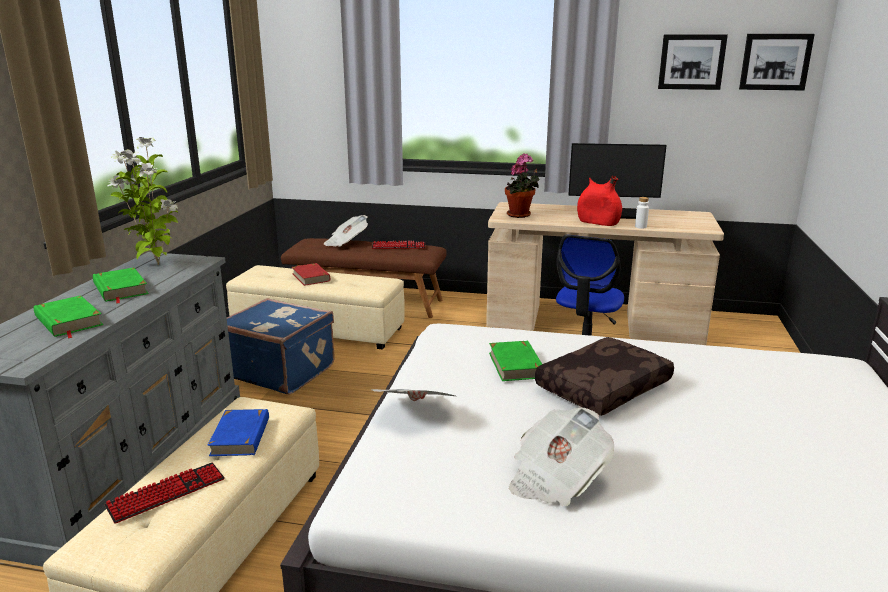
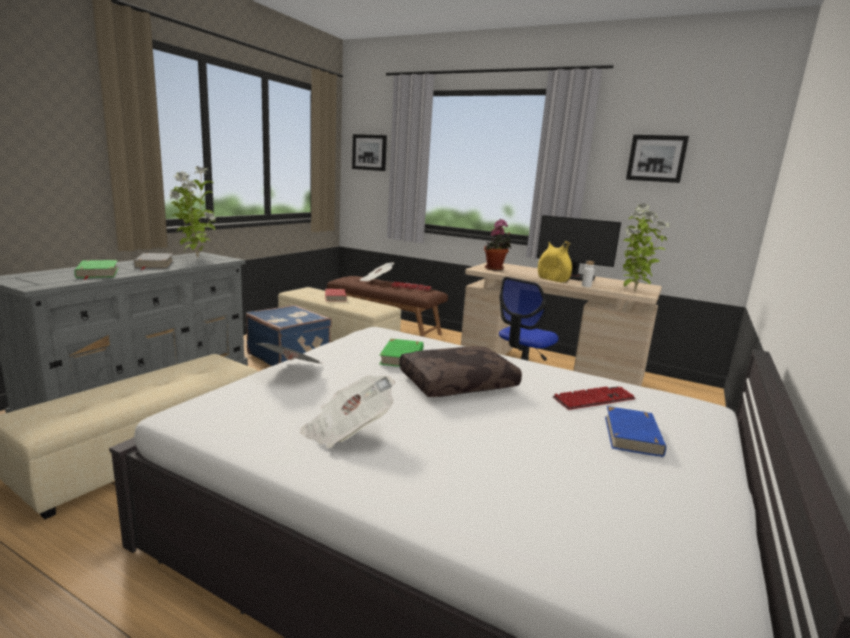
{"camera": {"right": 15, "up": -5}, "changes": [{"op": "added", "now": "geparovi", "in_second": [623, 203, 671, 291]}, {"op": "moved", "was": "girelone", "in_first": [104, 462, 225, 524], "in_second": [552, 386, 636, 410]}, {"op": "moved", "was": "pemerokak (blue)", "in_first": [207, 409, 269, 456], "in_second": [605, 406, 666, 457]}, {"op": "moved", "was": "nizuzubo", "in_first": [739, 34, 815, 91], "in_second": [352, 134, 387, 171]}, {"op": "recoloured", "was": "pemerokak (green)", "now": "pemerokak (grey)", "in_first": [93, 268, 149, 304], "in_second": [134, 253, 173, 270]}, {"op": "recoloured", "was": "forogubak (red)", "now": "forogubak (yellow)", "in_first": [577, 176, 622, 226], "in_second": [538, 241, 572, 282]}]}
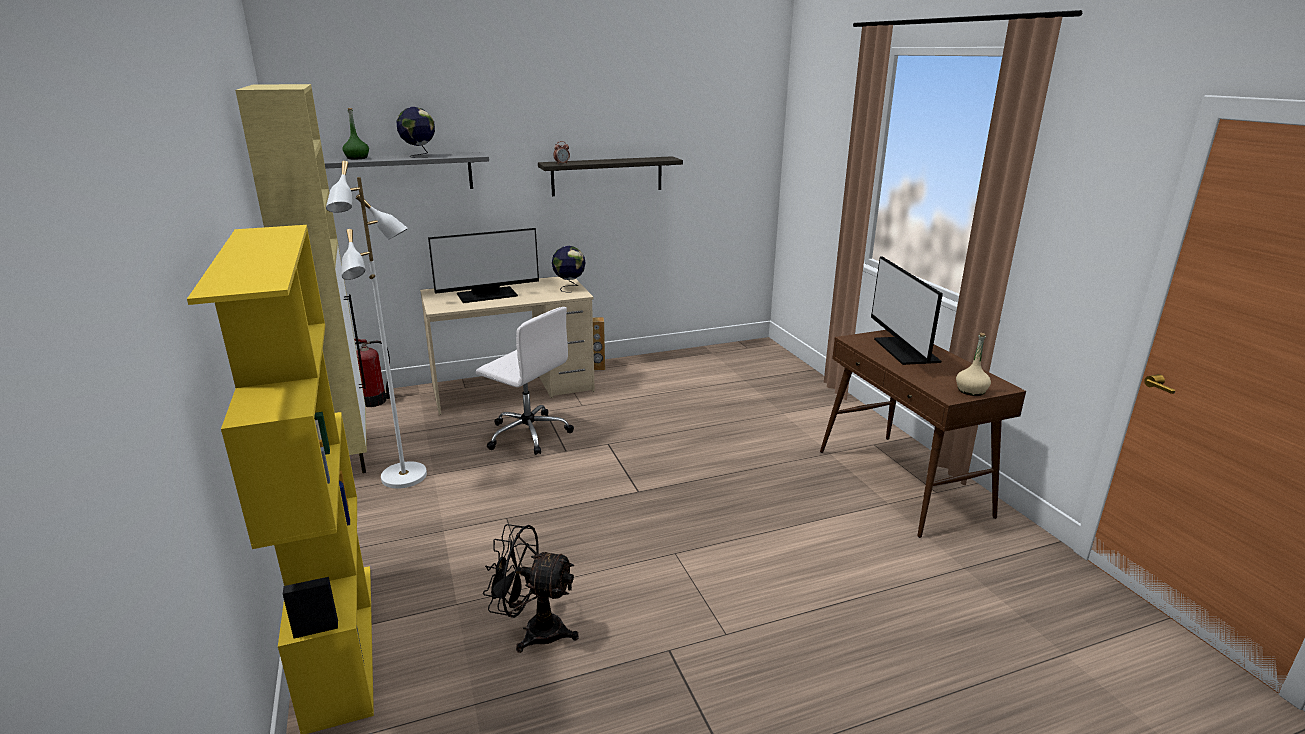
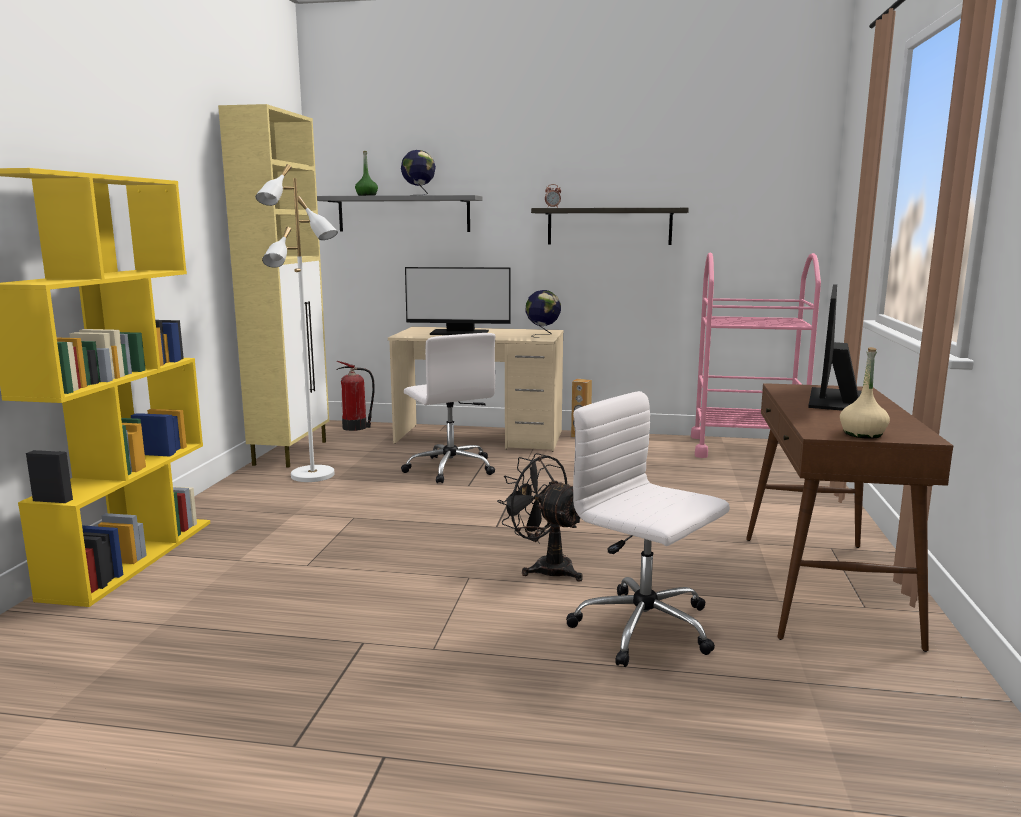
{"camera": {"right": 30, "up": -10}, "changes": [{"op": "added", "now": "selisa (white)", "in_second": [566, 391, 730, 667]}, {"op": "added", "now": "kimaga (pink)", "in_second": [691, 253, 821, 458]}, {"op": "moved", "was": "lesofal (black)", "in_first": [483, 524, 579, 653], "in_second": [497, 453, 583, 581]}]}
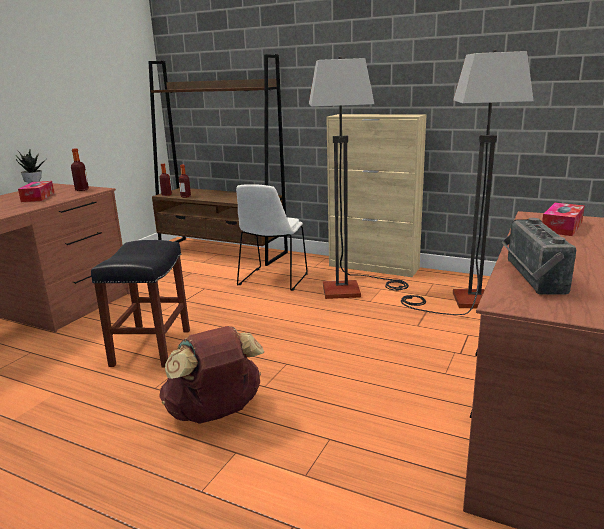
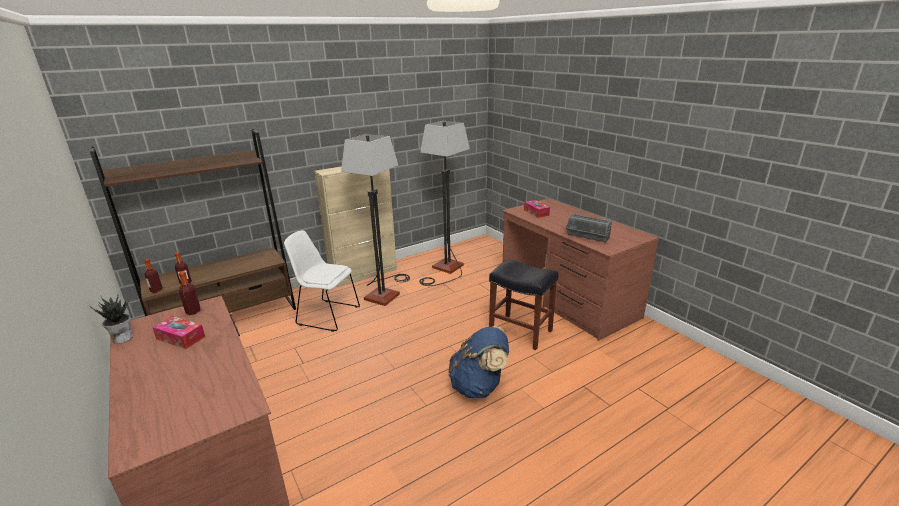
{"camera": {"right": -60, "up": 5}, "changes": [{"op": "moved", "was": "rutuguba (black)", "in_first": [91, 240, 190, 368], "in_second": [489, 259, 558, 350]}, {"op": "recoloured", "was": "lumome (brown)", "now": "lumome (blue)", "in_first": [159, 326, 264, 424], "in_second": [449, 326, 509, 398]}, {"op": "turned", "was": "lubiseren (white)", "in_first": [236, 184, 308, 291], "in_second": [284, 230, 360, 332], "clockwise": 150}]}
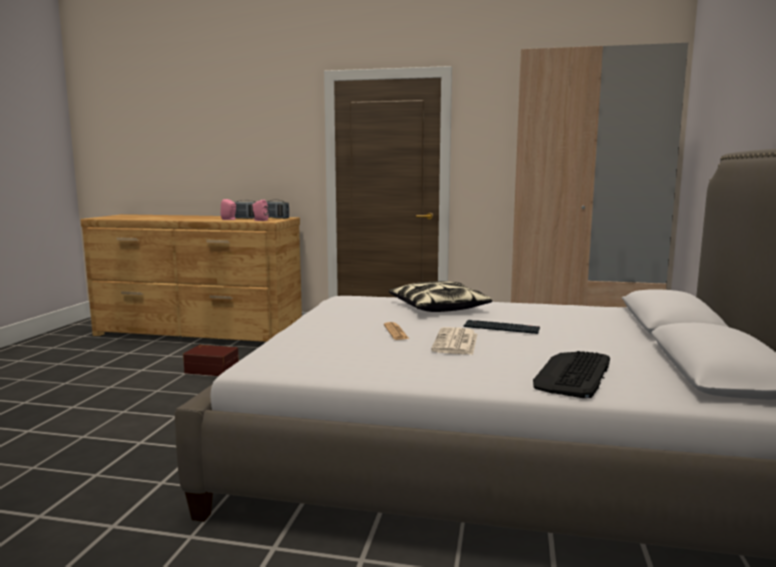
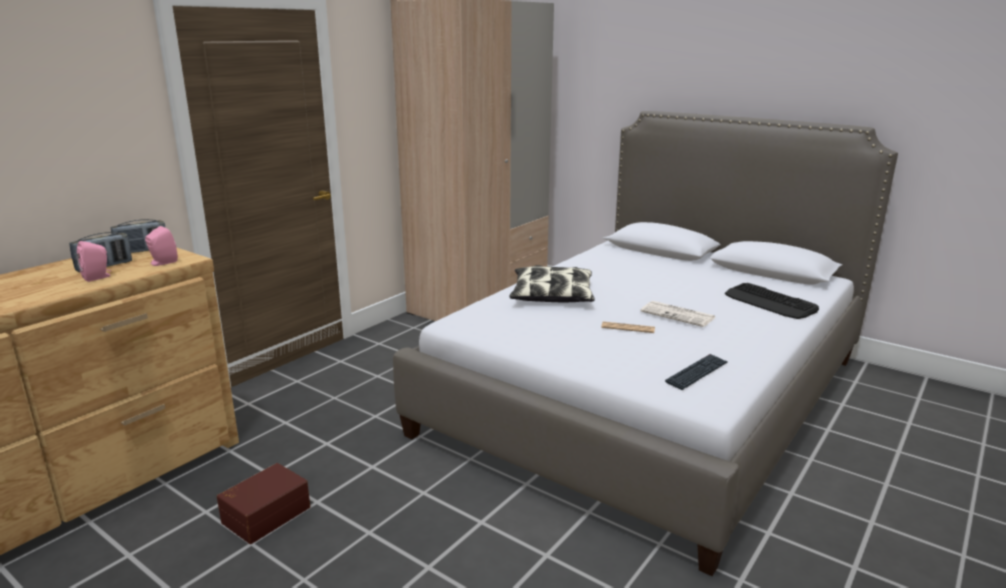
{"camera": {"right": -65, "up": 10}, "changes": [{"op": "moved", "was": "girelone", "in_first": [464, 320, 540, 334], "in_second": [665, 354, 728, 390]}]}
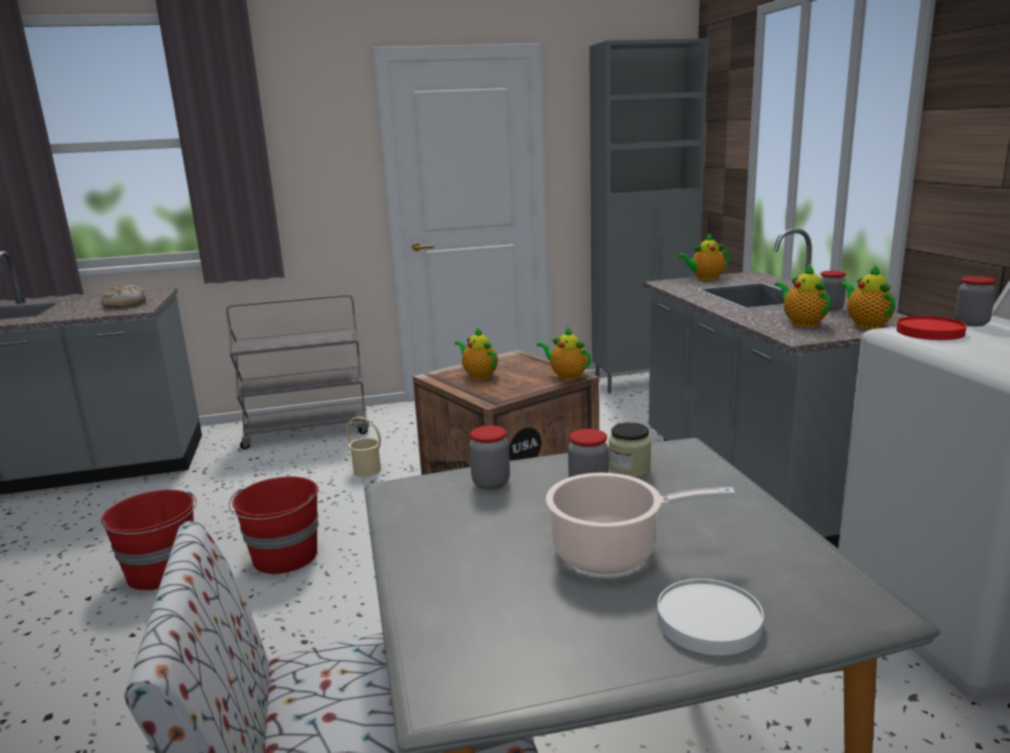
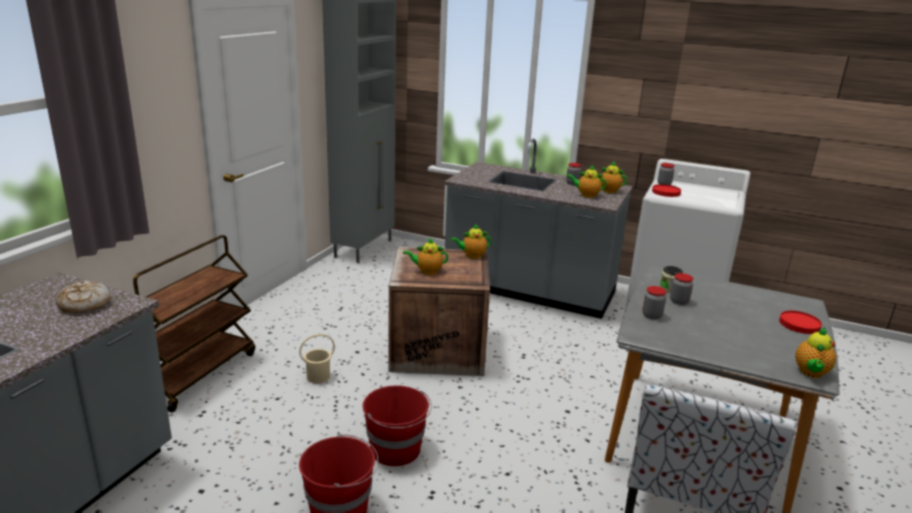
{"camera": {"right": -55, "up": 5}, "changes": [{"op": "removed", "was": "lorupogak", "in_first": [546, 473, 735, 573]}, {"op": "moved", "was": "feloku", "in_first": [677, 233, 730, 281], "in_second": [795, 328, 836, 378]}, {"op": "recoloured", "was": "kimaga (grey)", "now": "kimaga (brown)", "in_first": [226, 294, 369, 449], "in_second": [133, 235, 255, 412]}, {"op": "recoloured", "was": "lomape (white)", "now": "lomape (red)", "in_first": [657, 579, 764, 655], "in_second": [779, 311, 822, 334]}]}
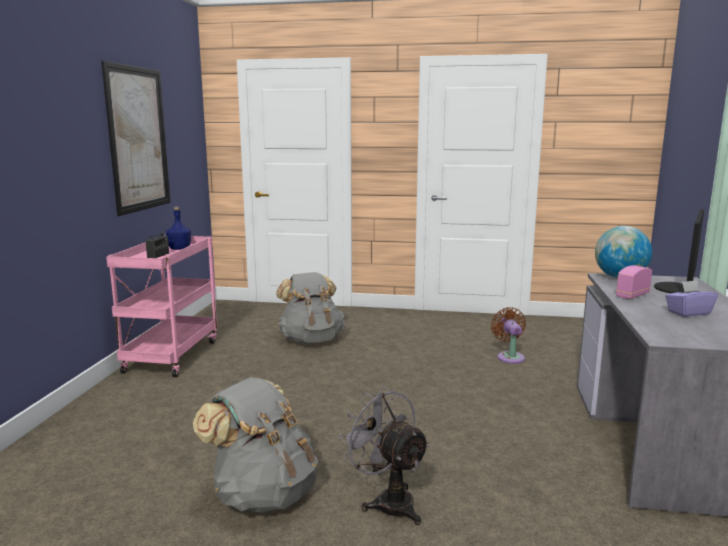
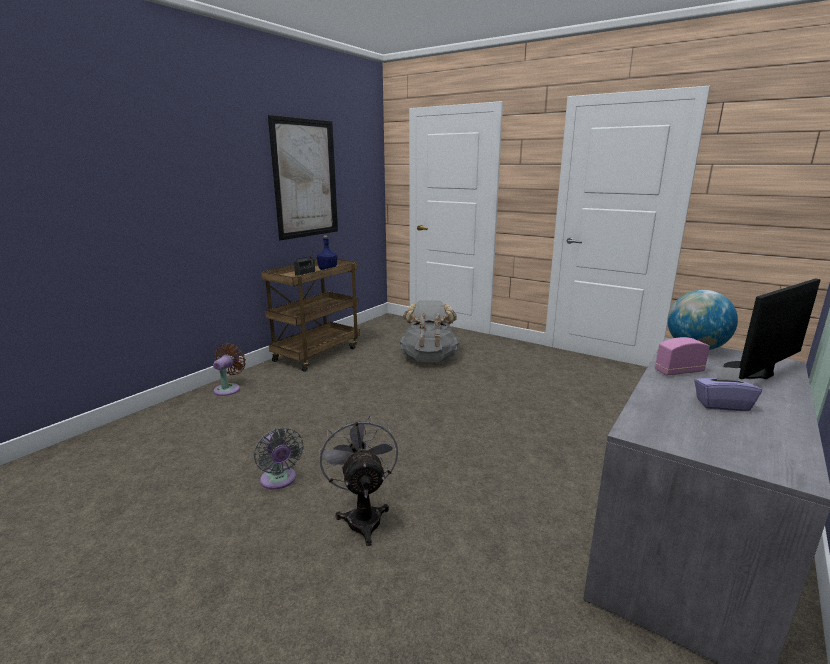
{"camera": {"right": 25, "up": 5}, "changes": [{"op": "moved", "was": "lesofal (brown)", "in_first": [491, 307, 526, 364], "in_second": [213, 343, 246, 396]}, {"op": "replaced", "was": "lumome (grey)", "now": "lesofal (grey)", "in_first": [193, 377, 318, 513], "in_second": [254, 427, 304, 490]}, {"op": "recoloured", "was": "kimaga (pink)", "now": "kimaga (brown)", "in_first": [106, 235, 218, 377], "in_second": [261, 259, 360, 372]}]}
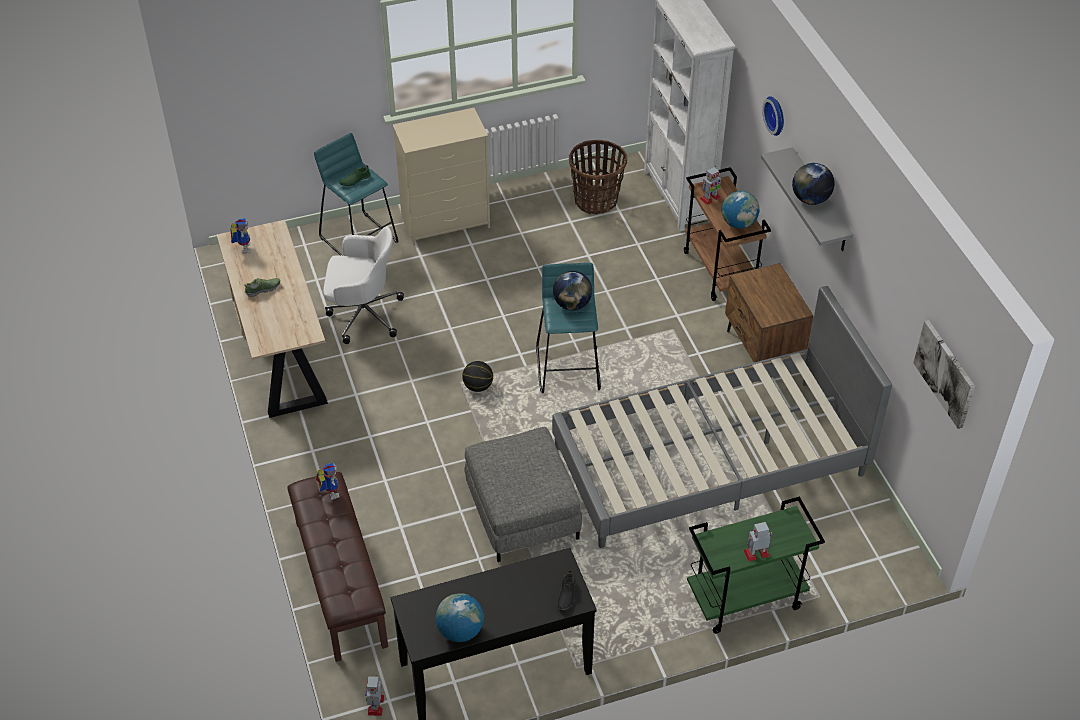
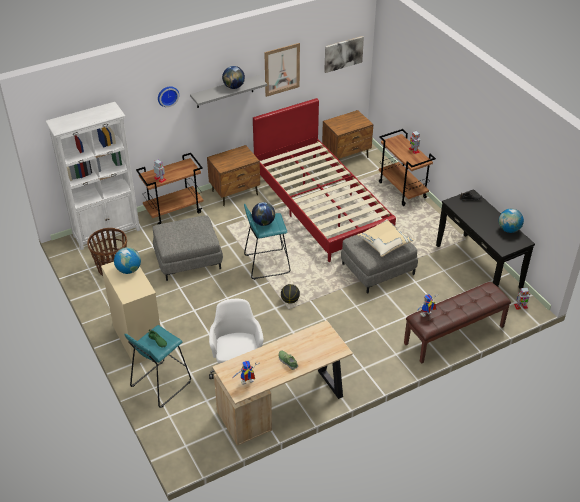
{"camera": {"right": -100, "up": -5}, "changes": [{"op": "added", "now": "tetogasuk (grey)", "in_second": [153, 215, 223, 281]}, {"op": "added", "now": "nizuzubo", "in_second": [264, 43, 300, 97]}, {"op": "added", "now": "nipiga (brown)", "in_second": [322, 110, 373, 160]}, {"op": "added", "now": "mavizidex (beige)", "in_second": [357, 219, 414, 257]}, {"op": "moved", "was": "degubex", "in_first": [721, 191, 759, 229], "in_second": [114, 247, 141, 274]}, {"op": "recoloured", "was": "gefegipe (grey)", "now": "gefegipe (red)", "in_first": [552, 286, 892, 548], "in_second": [253, 98, 396, 262]}, {"op": "recoloured", "was": "kimaga (green)", "now": "kimaga (brown)", "in_first": [687, 497, 825, 634], "in_second": [379, 129, 436, 206]}]}
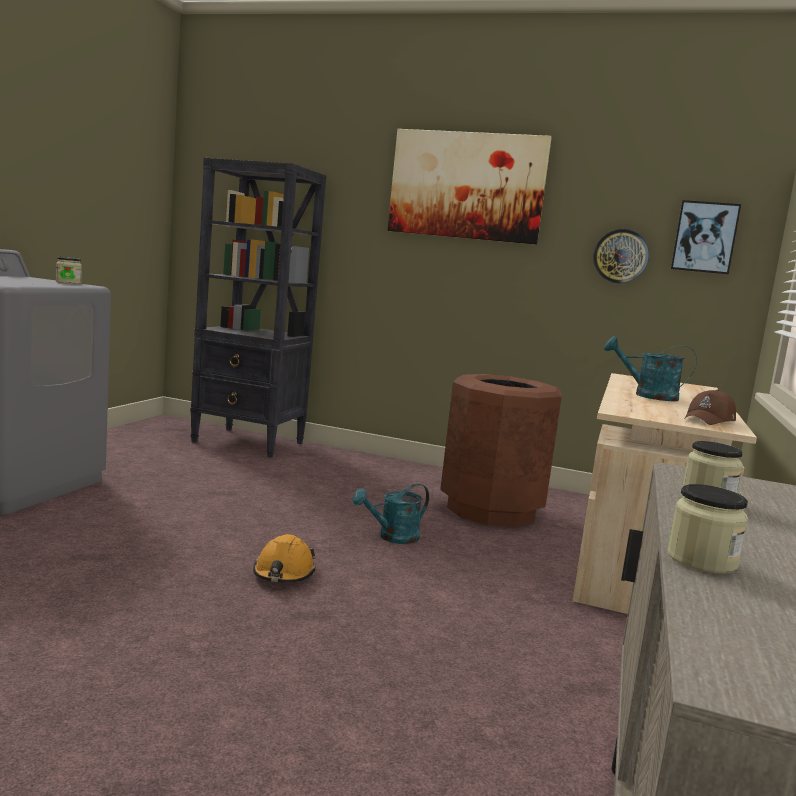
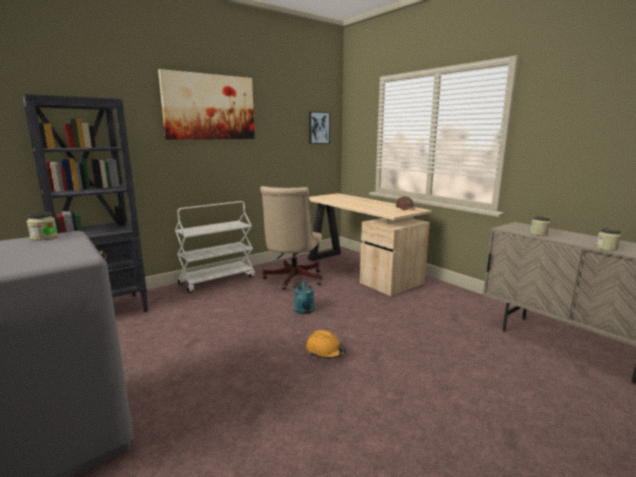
{"camera": {"right": -55, "up": 5}, "changes": [{"op": "removed", "was": "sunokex", "in_first": [593, 229, 649, 284]}, {"op": "removed", "was": "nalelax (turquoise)", "in_first": [604, 336, 697, 401]}, {"op": "added", "now": "kimaga (white)", "in_second": [175, 201, 255, 293]}, {"op": "replaced", "was": "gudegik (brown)", "now": "selisa (beige)", "in_first": [440, 374, 562, 527], "in_second": [260, 186, 322, 290]}]}
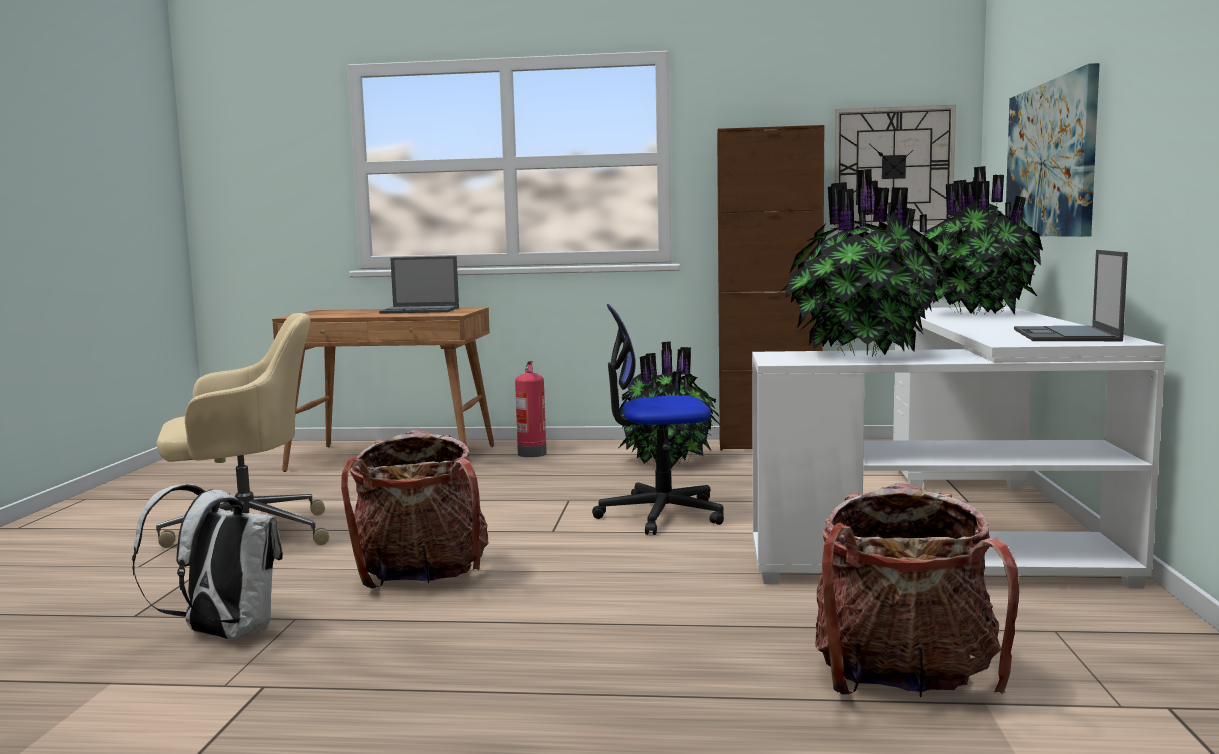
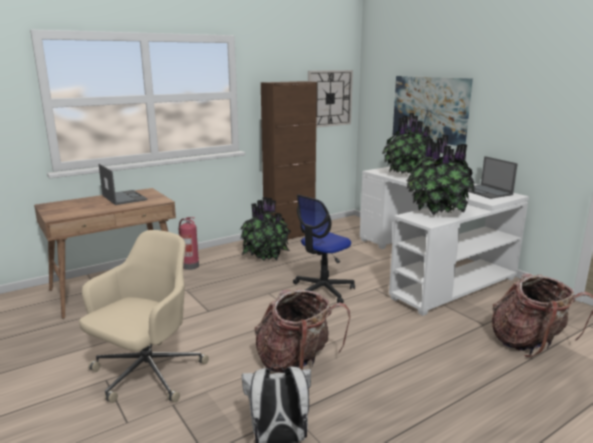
{"camera": {"right": -40, "up": 10}, "changes": [{"op": "turned", "was": "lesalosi", "in_first": [379, 256, 459, 314], "in_second": [99, 164, 148, 205], "clockwise": -90}]}
